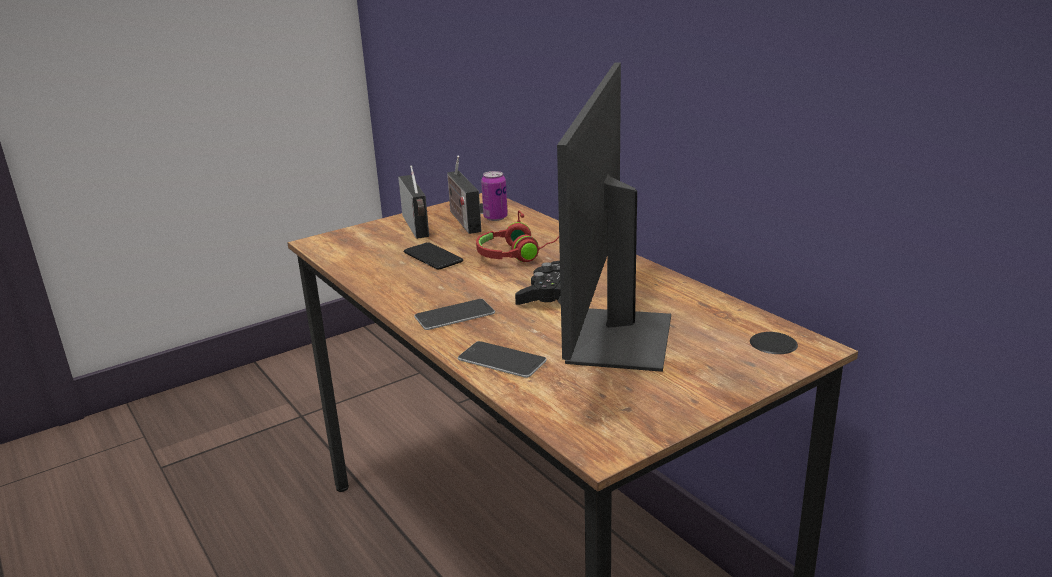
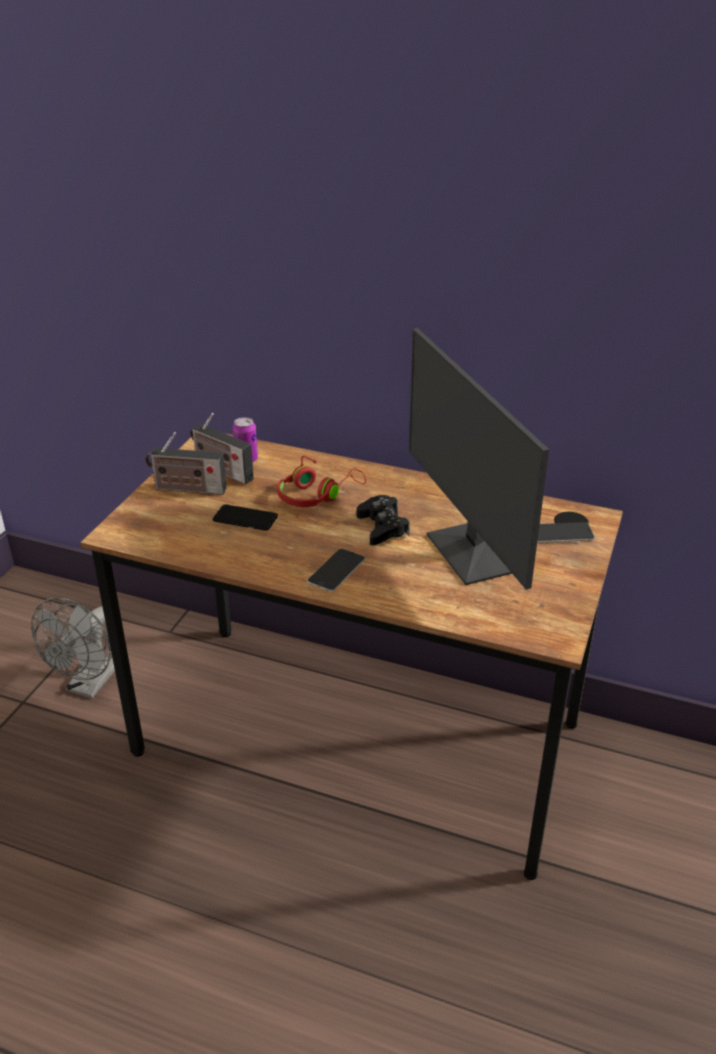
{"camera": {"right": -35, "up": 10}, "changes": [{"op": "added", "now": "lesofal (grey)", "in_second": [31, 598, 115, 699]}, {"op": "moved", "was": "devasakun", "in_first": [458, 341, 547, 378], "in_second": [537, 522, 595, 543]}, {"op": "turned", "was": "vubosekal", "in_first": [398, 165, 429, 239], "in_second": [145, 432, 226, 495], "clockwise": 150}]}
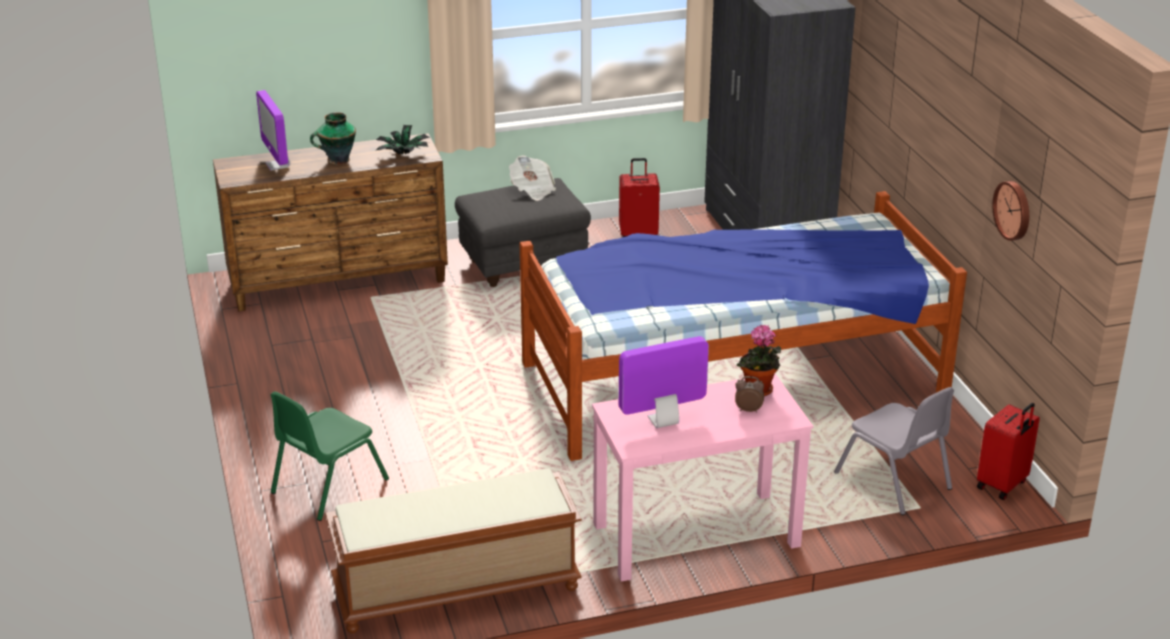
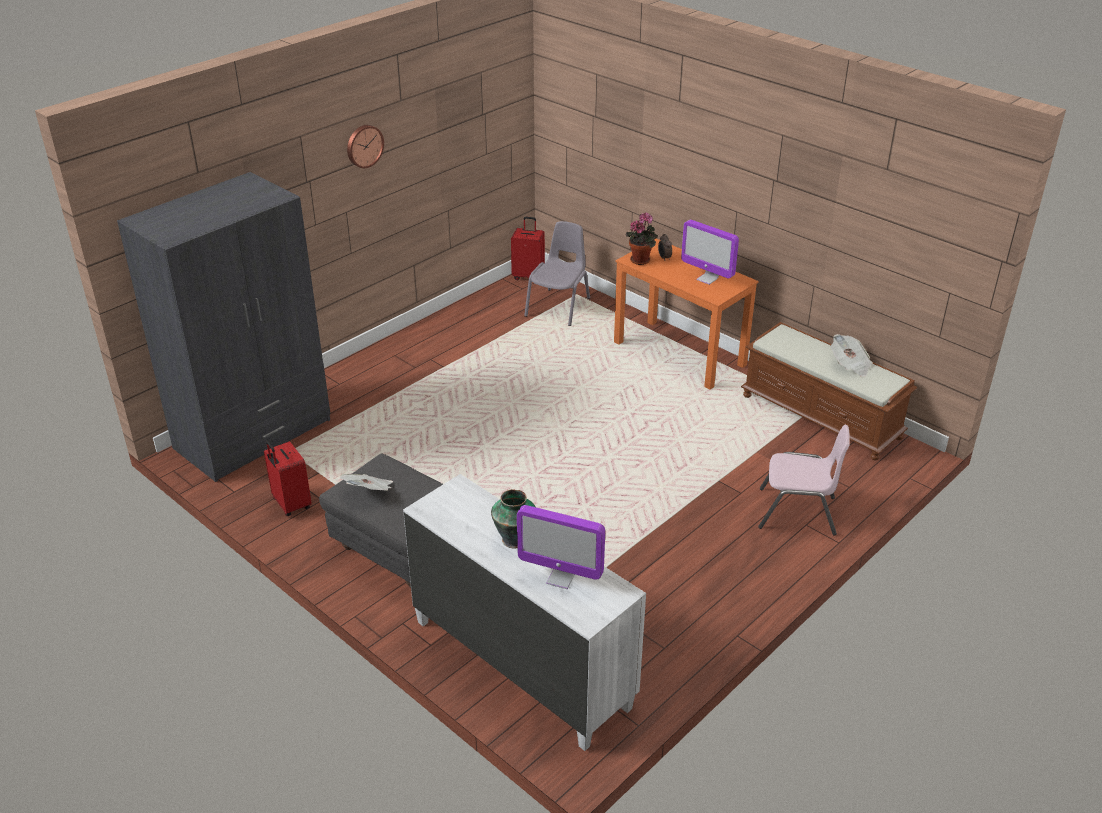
{"camera": {"right": -120, "up": 5}, "changes": [{"op": "removed", "was": "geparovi", "in_first": [375, 125, 430, 155]}, {"op": "removed", "was": "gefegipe", "in_first": [520, 191, 967, 461]}, {"op": "added", "now": "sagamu", "in_second": [831, 334, 873, 377]}, {"op": "moved", "was": "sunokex", "in_first": [993, 181, 1029, 241], "in_second": [347, 125, 384, 168]}, {"op": "recoloured", "was": "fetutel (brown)", "now": "fetutel (white)", "in_first": [213, 133, 448, 311], "in_second": [403, 474, 646, 751]}, {"op": "recoloured", "was": "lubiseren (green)", "now": "lubiseren (pink)", "in_first": [271, 391, 389, 521], "in_second": [758, 425, 850, 536]}, {"op": "recoloured", "was": "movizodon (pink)", "now": "movizodon (orange)", "in_first": [592, 374, 813, 582], "in_second": [614, 238, 758, 390]}, {"op": "turned", "was": "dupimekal", "in_first": [256, 90, 290, 171], "in_second": [517, 505, 605, 589], "clockwise": 75}]}
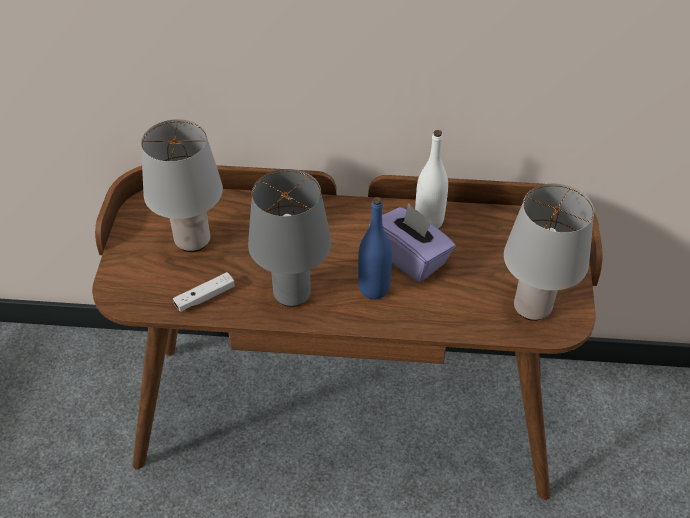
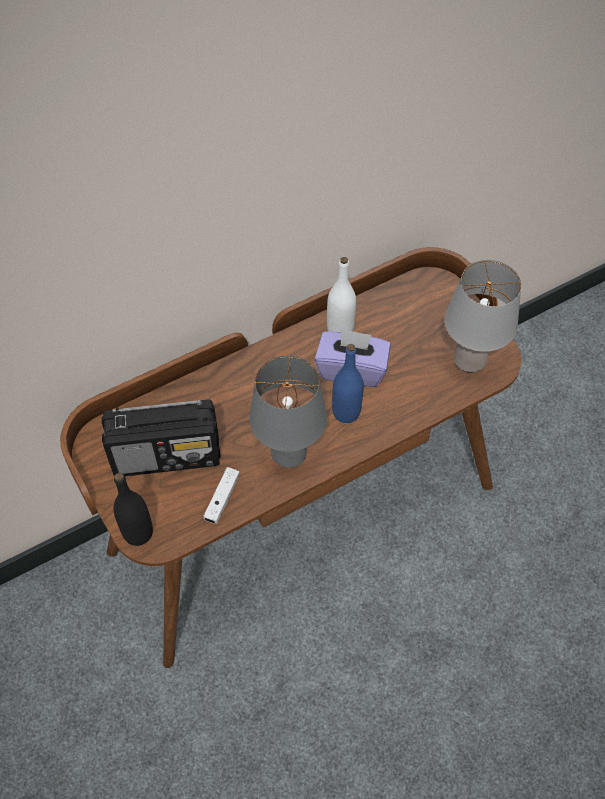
{"camera": {"right": -35, "up": 10}, "changes": [{"op": "added", "now": "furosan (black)", "in_second": [113, 473, 153, 546]}, {"op": "replaced", "was": "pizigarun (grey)", "now": "vubosekal", "in_first": [141, 119, 223, 252], "in_second": [102, 399, 220, 476]}]}
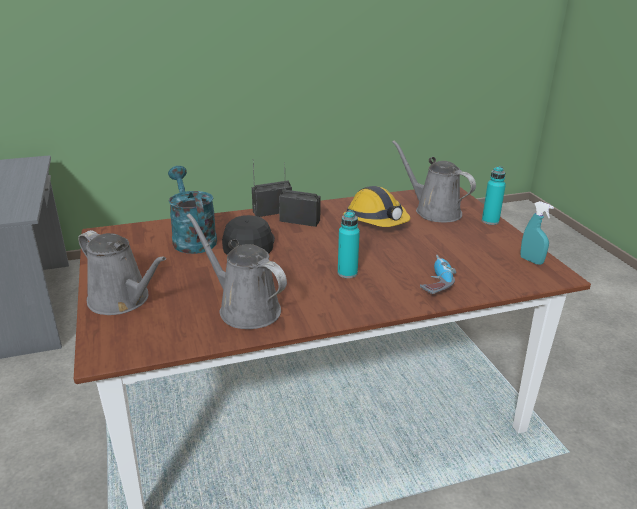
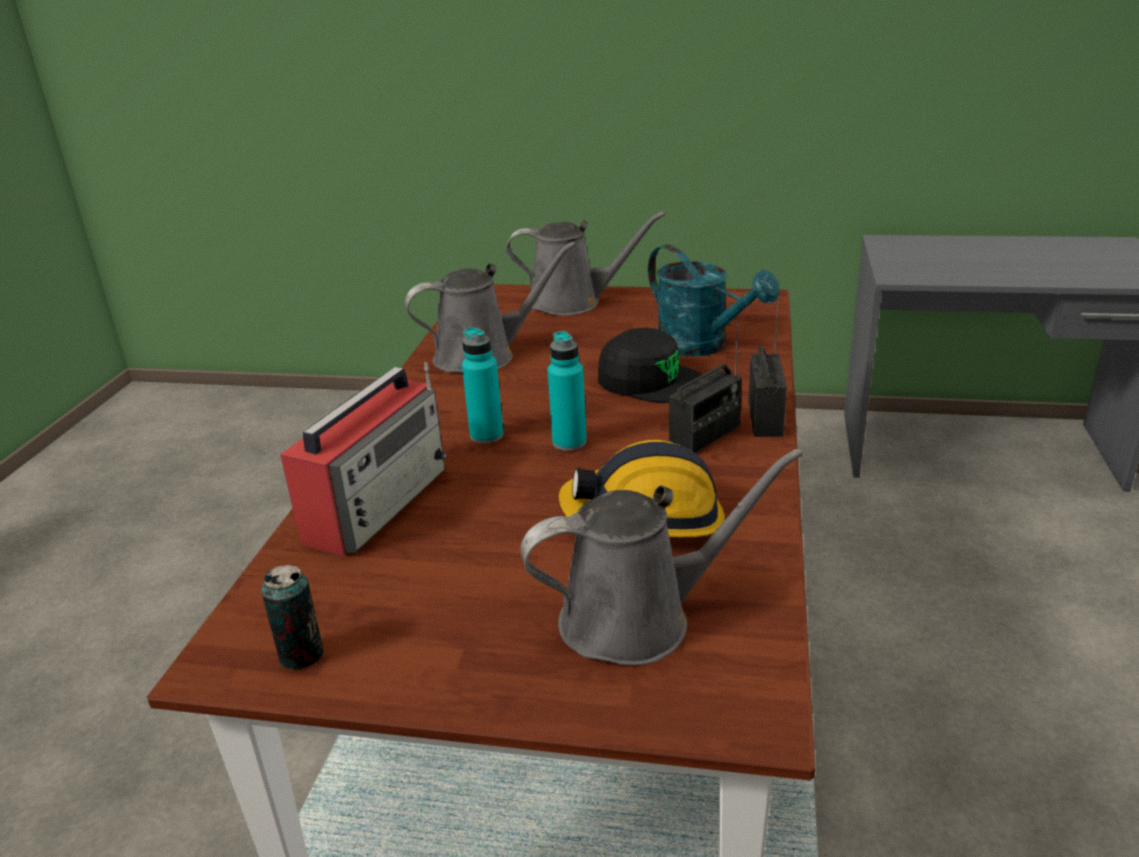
{"camera": {"right": 120, "up": 0}, "changes": [{"op": "moved", "was": "furosan (turquoise)", "in_first": [482, 166, 506, 225], "in_second": [548, 331, 587, 451]}, {"op": "replaced", "was": "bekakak", "now": "vubosekal", "in_first": [420, 255, 456, 294], "in_second": [280, 362, 447, 557]}, {"op": "replaced", "was": "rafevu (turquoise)", "now": "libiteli", "in_first": [520, 201, 554, 265], "in_second": [261, 565, 324, 670]}, {"op": "turned", "was": "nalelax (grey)", "in_first": [78, 230, 166, 315], "in_second": [506, 212, 665, 316], "clockwise": -150}, {"op": "turned", "was": "nalelax (turquoise)", "in_first": [168, 166, 217, 254], "in_second": [648, 245, 780, 356], "clockwise": 45}]}
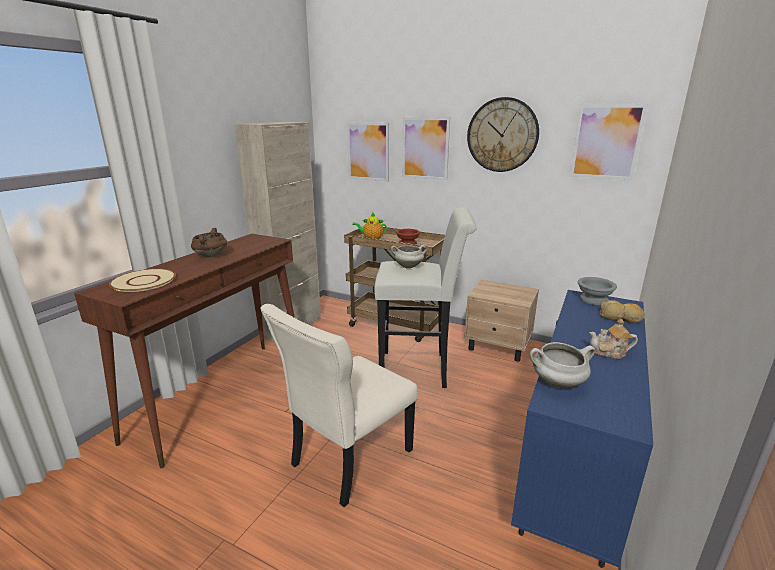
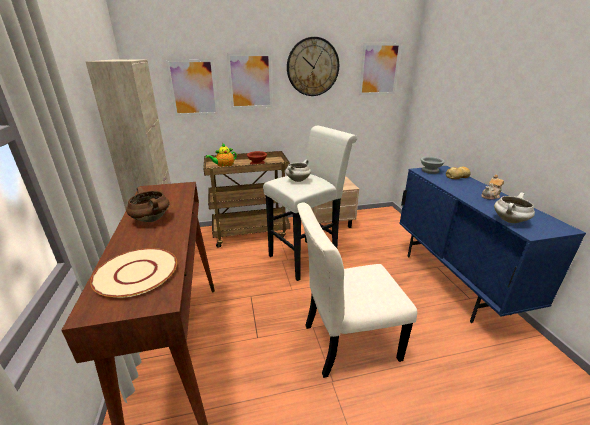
{"camera": {"right": -40, "up": 5}, "changes": [{"op": "turned", "was": "lubiseren (beige)", "in_first": [260, 304, 418, 507], "in_second": [297, 202, 417, 378], "clockwise": 75}]}
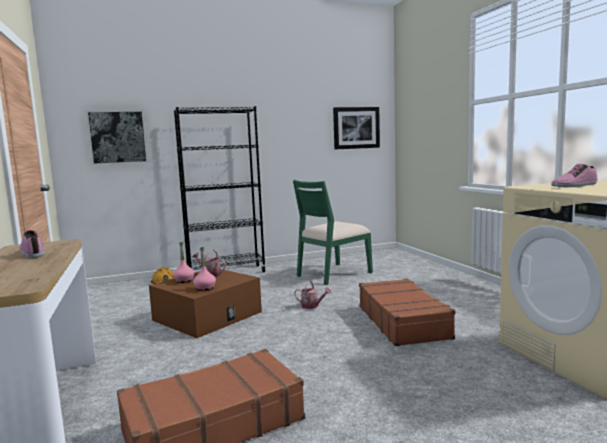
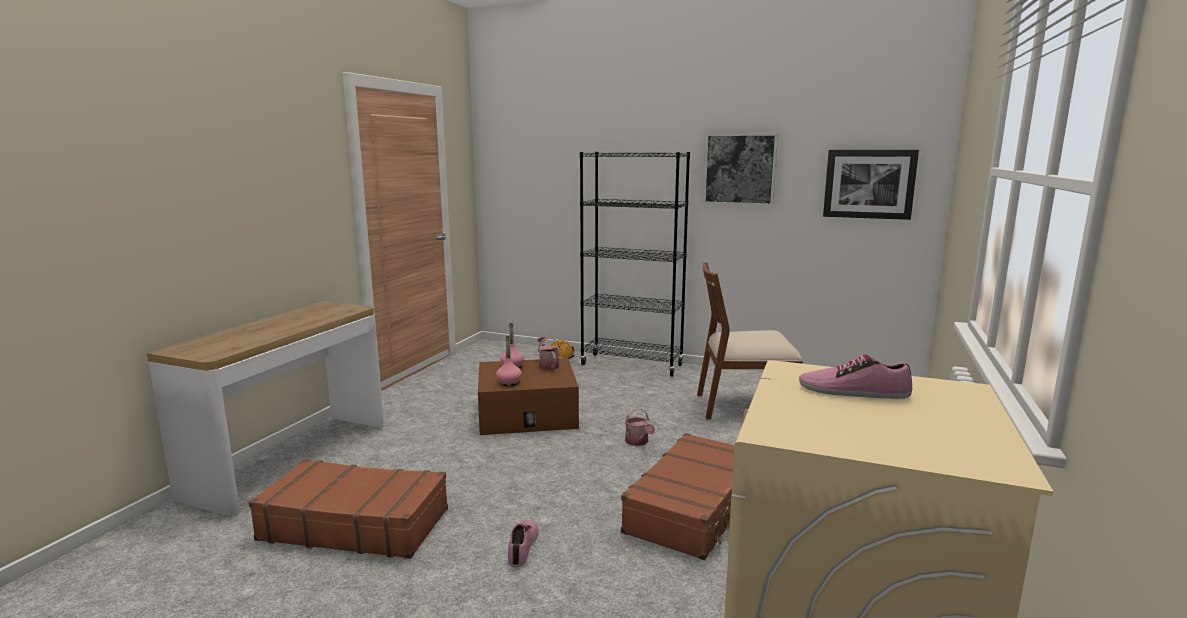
{"camera": {"right": 40, "up": 5}, "changes": [{"op": "moved", "was": "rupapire", "in_first": [20, 230, 45, 258], "in_second": [508, 520, 539, 568]}, {"op": "moved", "was": "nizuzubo", "in_first": [86, 110, 149, 165], "in_second": [703, 133, 778, 206]}, {"op": "recoloured", "was": "lubiseren (green)", "now": "lubiseren (brown)", "in_first": [293, 180, 373, 285], "in_second": [697, 262, 803, 420]}]}
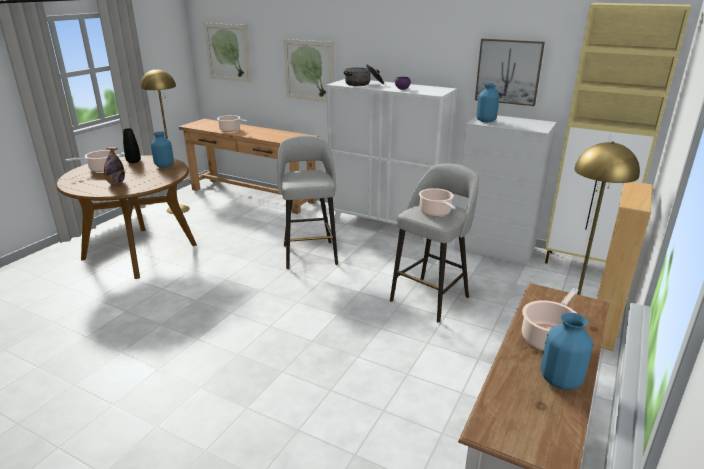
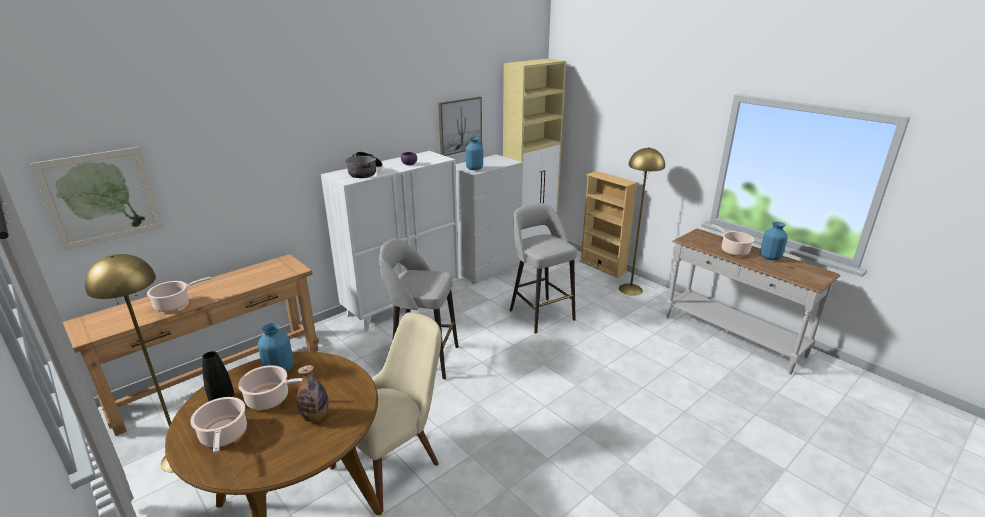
{"camera": {"right": -70, "up": 0}, "changes": [{"op": "removed", "was": "nizuzubo", "in_first": [283, 39, 334, 102]}, {"op": "added", "now": "lubiseren (beige)", "in_second": [330, 312, 442, 512]}, {"op": "moved", "was": "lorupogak", "in_first": [419, 188, 456, 216], "in_second": [238, 365, 303, 410]}]}
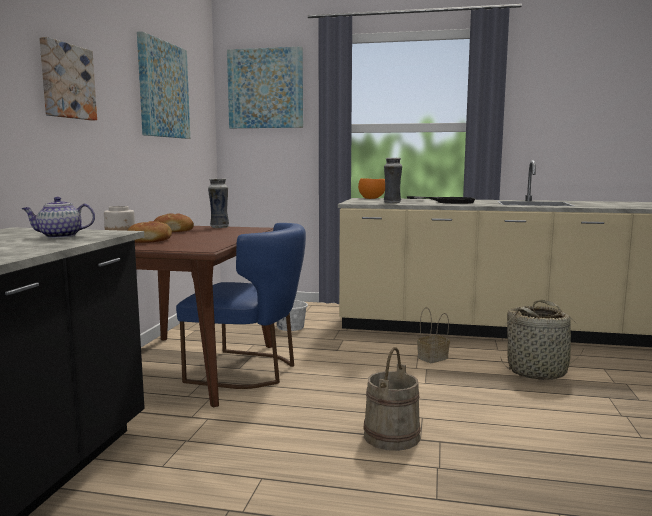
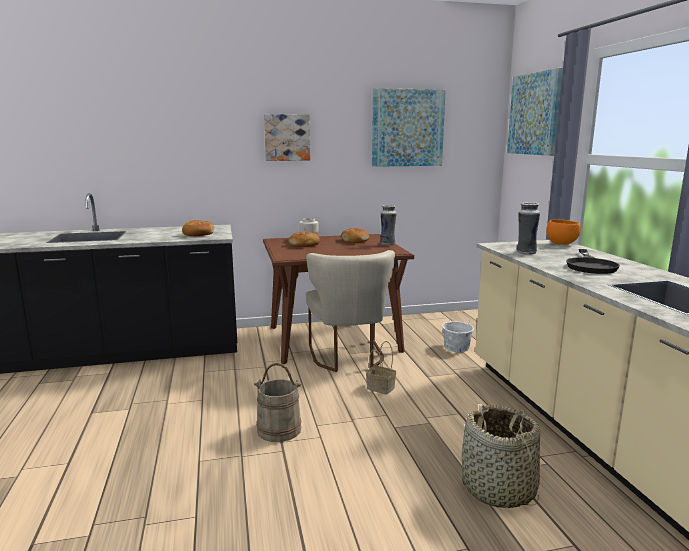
{"camera": {"right": 65, "up": 5}, "changes": [{"op": "moved", "was": "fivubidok", "in_first": [417, 307, 450, 363], "in_second": [366, 341, 396, 395]}, {"op": "replaced", "was": "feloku", "now": "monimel", "in_first": [21, 197, 95, 238], "in_second": [182, 220, 214, 236]}, {"op": "recoloured", "was": "lubiseren (blue)", "now": "lubiseren (beige)", "in_first": [176, 223, 306, 389], "in_second": [306, 250, 395, 372]}]}
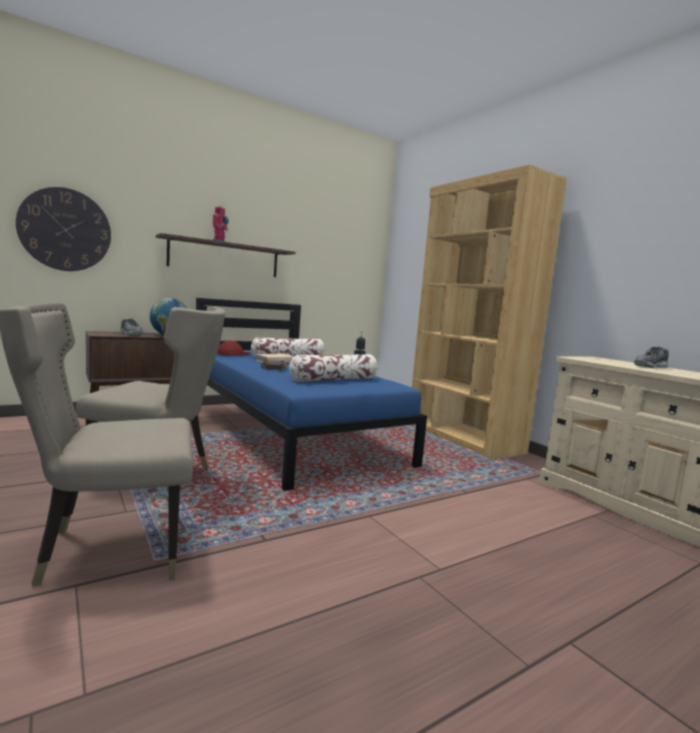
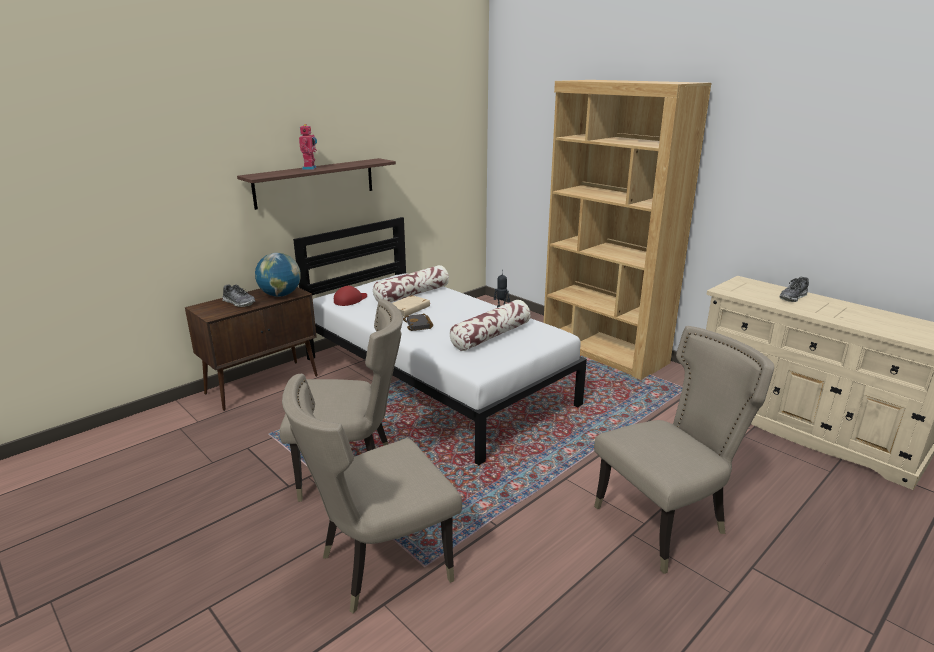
{"camera": {"right": -10, "up": 15}, "changes": [{"op": "removed", "was": "sunokex", "in_first": [16, 187, 111, 271]}, {"op": "added", "now": "lubiseren (beige)", "in_second": [594, 326, 774, 574]}, {"op": "recoloured", "was": "gefegipe (blue)", "now": "gefegipe (white)", "in_first": [196, 298, 427, 491], "in_second": [293, 217, 587, 465]}]}
